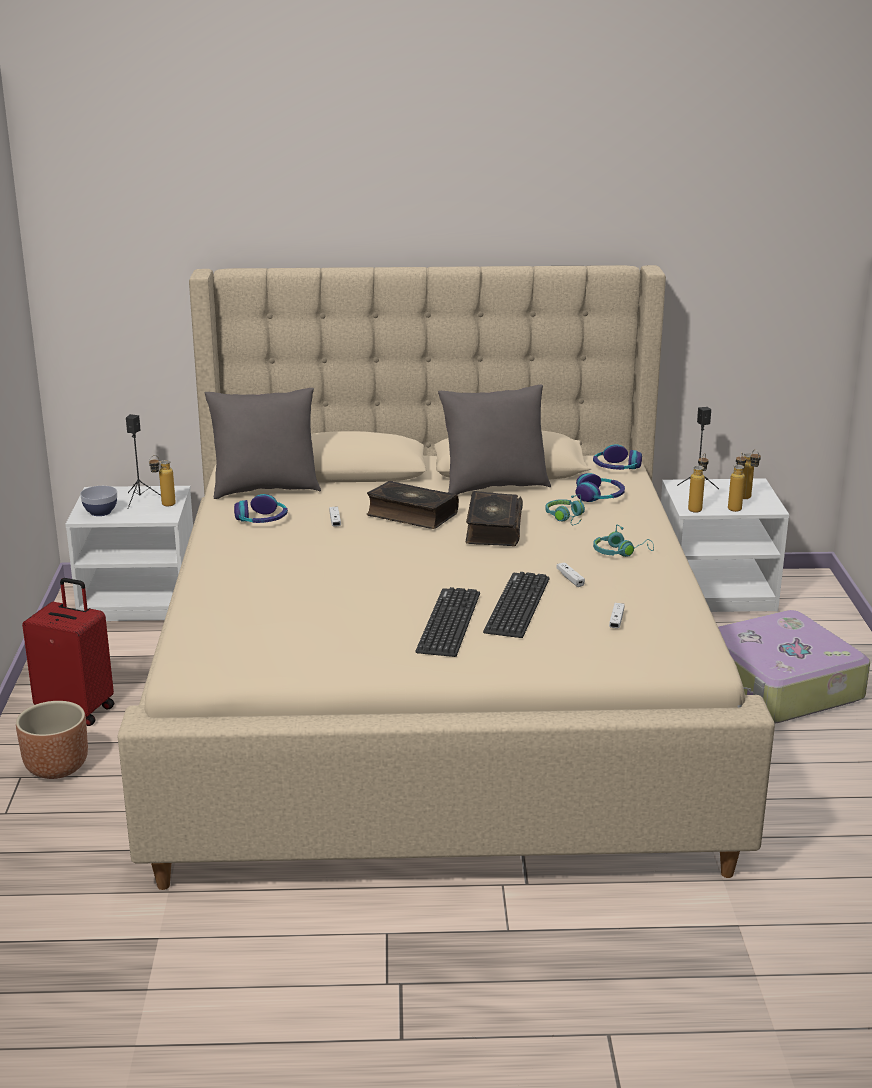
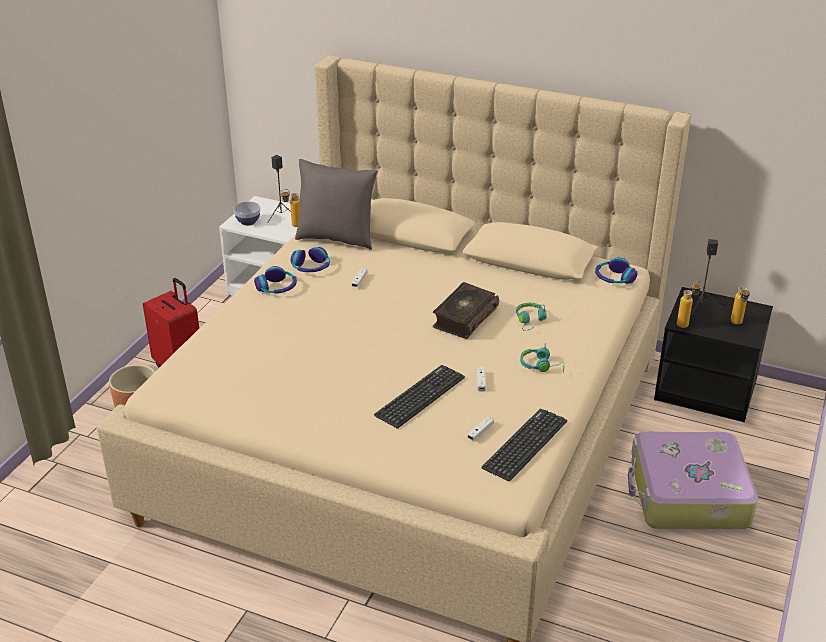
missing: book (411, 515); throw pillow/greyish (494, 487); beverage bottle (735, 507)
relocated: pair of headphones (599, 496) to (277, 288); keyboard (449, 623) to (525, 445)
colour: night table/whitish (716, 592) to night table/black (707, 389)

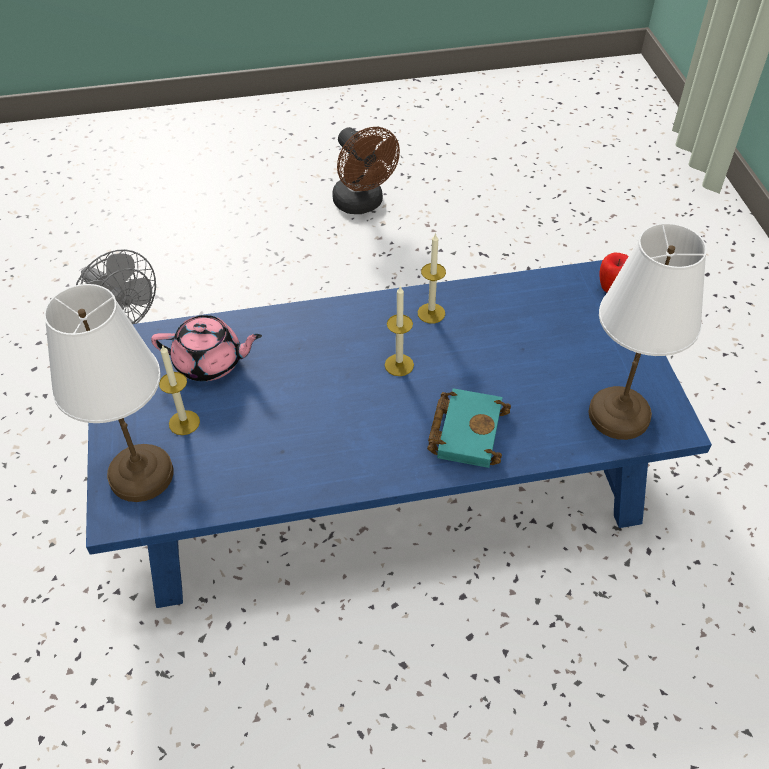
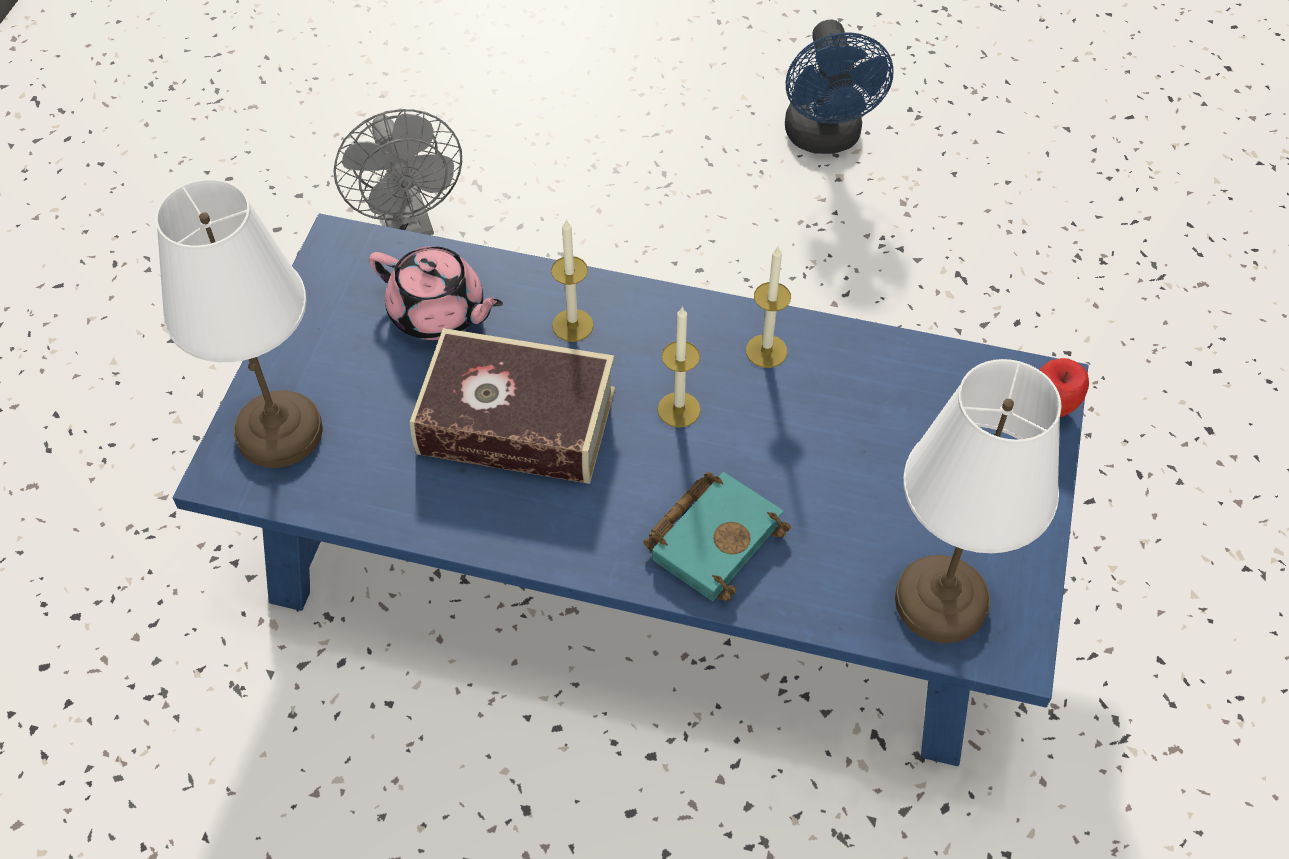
appeared: book (517, 422)
relocated: candle (184, 422) to (572, 325)
colour: electric fan/brown-coloured (362, 204) to electric fan/blue-coloured (825, 139)

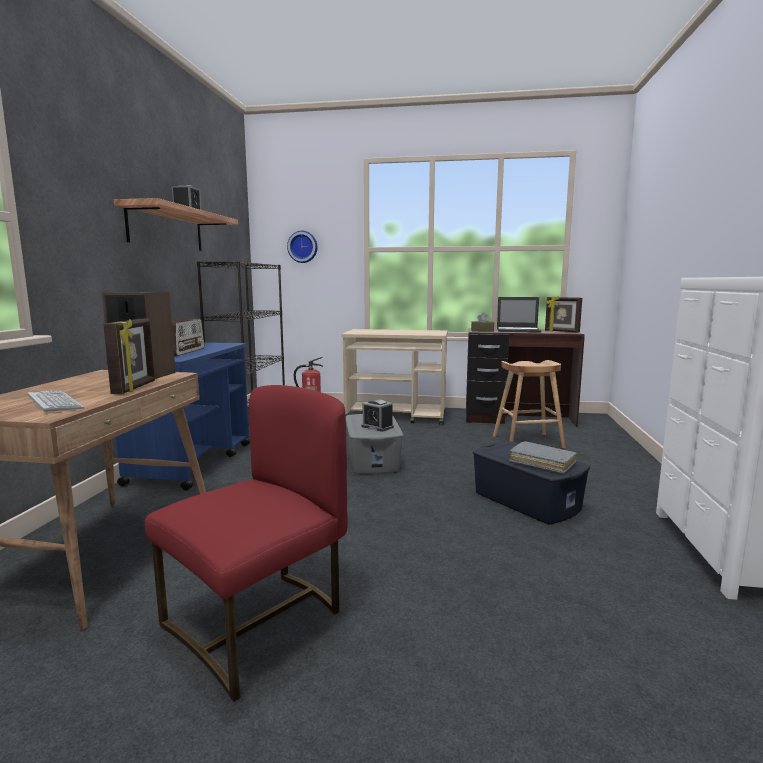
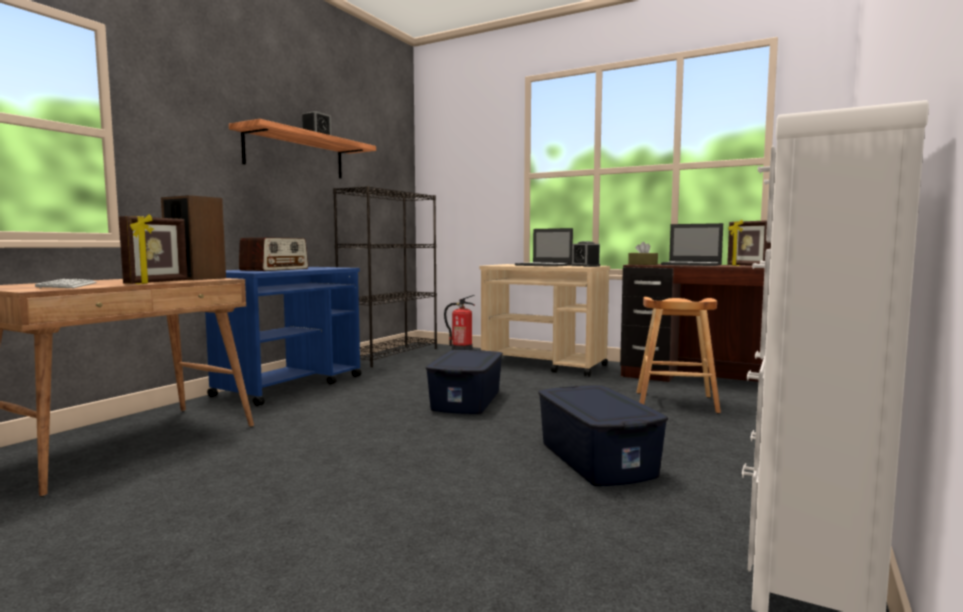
missing: upright chair/red (258, 623); clock on the wall (303, 247); book/greyish (542, 463)
appeared: laptop (544, 265)
relocated: alarm clock (377, 427) to (585, 266)
colour: storage box/greyish (373, 459) to storage box/blue-coloured (467, 400)

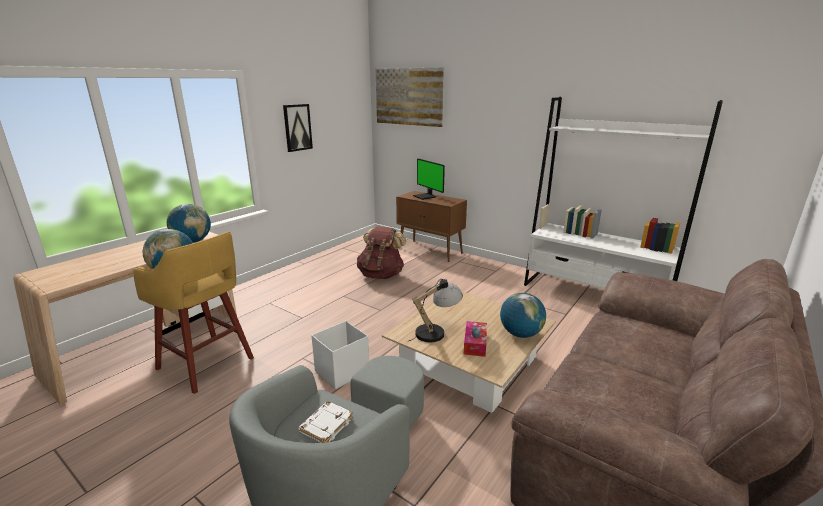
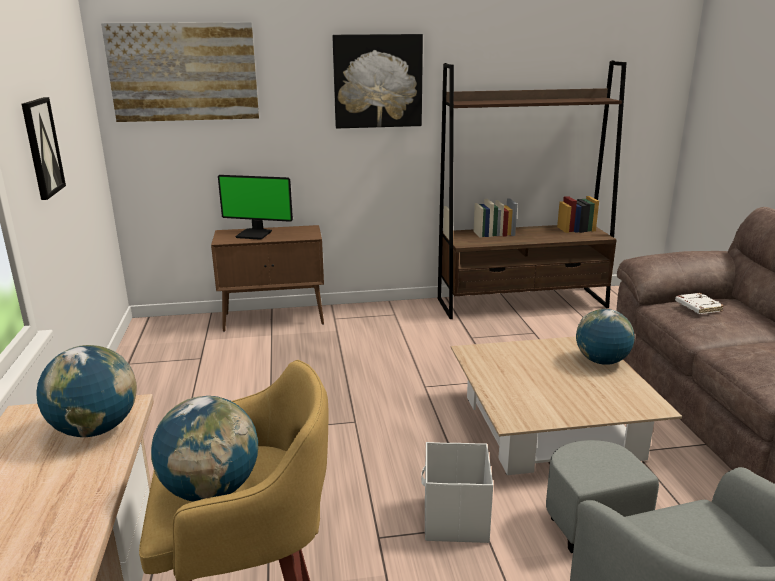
missing: backpack/brown-coloured (381, 275); lamp for a table (436, 332); box of tissues (475, 344)
appeared: wall art (377, 81)
relocated: book/whitish (326, 425) to (697, 306)
colour: shelving unit/whitish (594, 295) to shelving unit/brown-coloured (522, 303)

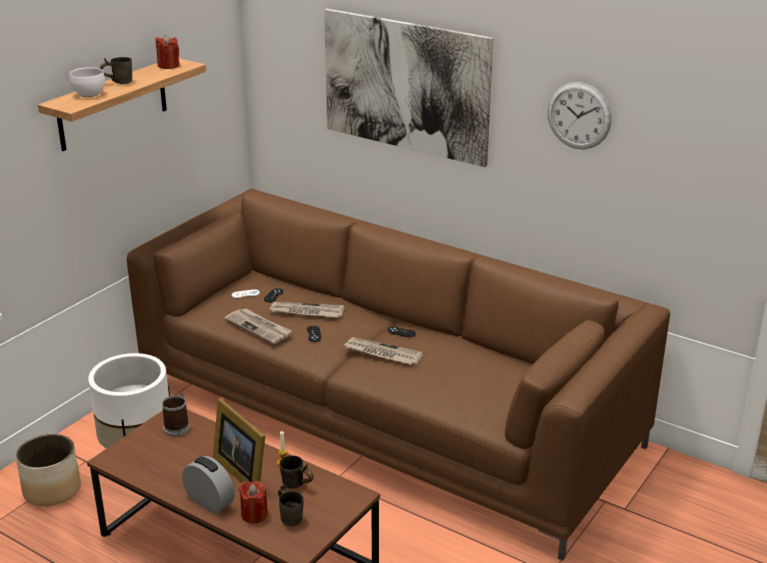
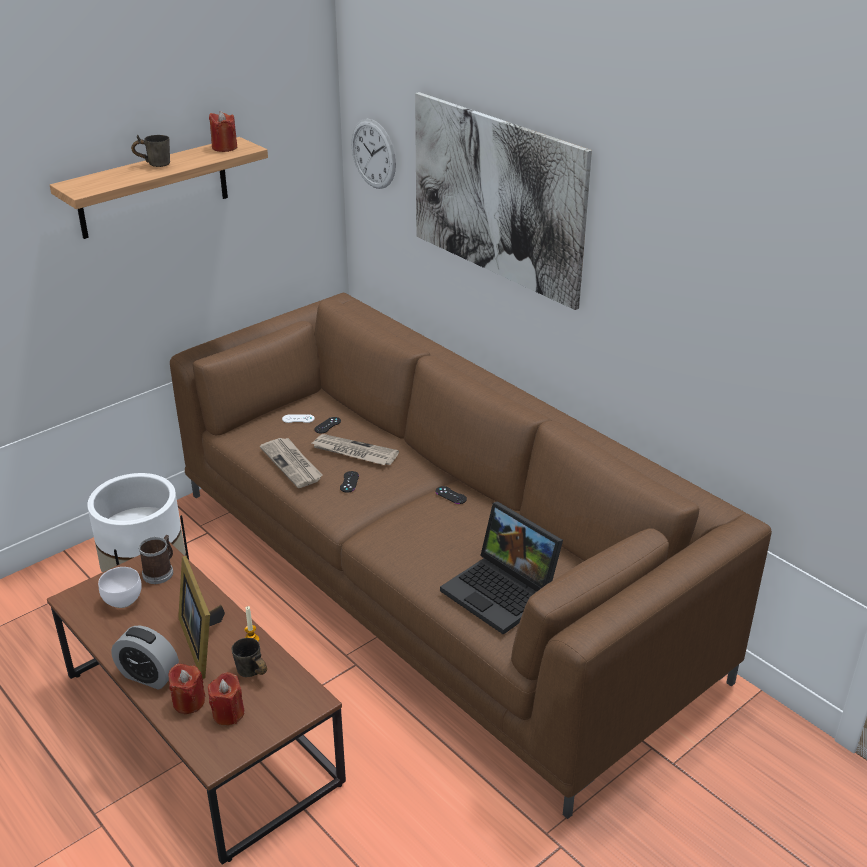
missing: planter (52, 489); printed paper (382, 353)
appeared: laptop (503, 593)
relocated: bowl/whitish (90, 94) to (124, 601); clock on the wall (579, 116) to (373, 154)
exchanged: tea mug/greyish (291, 516) to candle/red (228, 713)
spun: alarm clock (209, 502) = (148, 676) 150 degrees clockwise

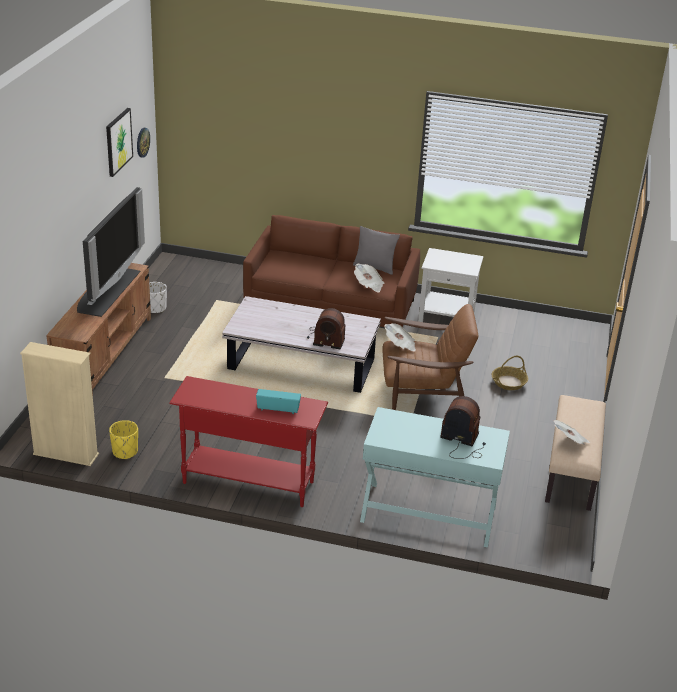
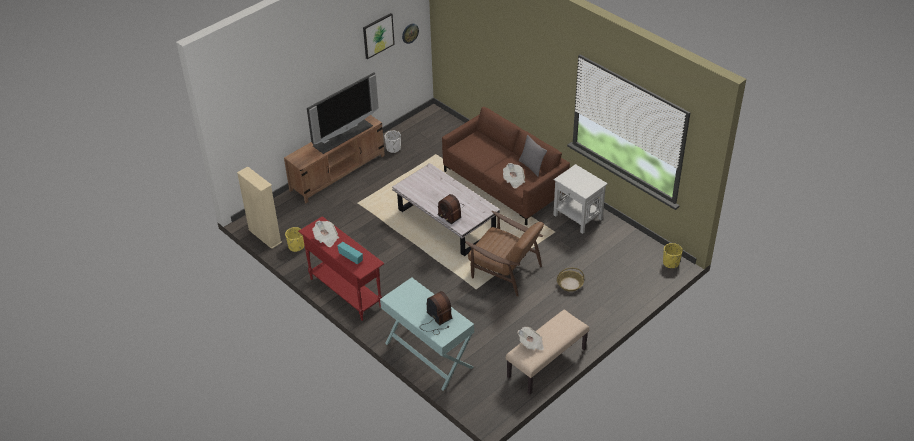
appeared: planter/yellowish (671, 263)
relocated: printed paper (400, 345) to (326, 238)

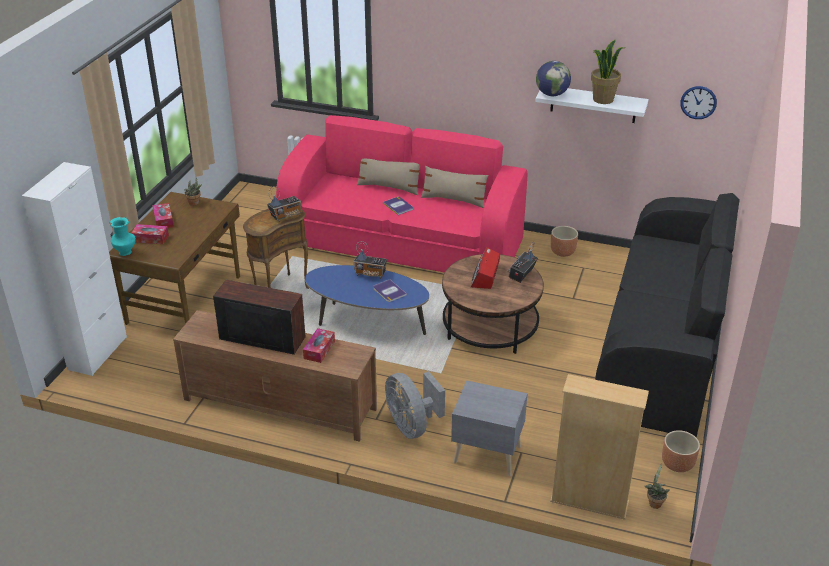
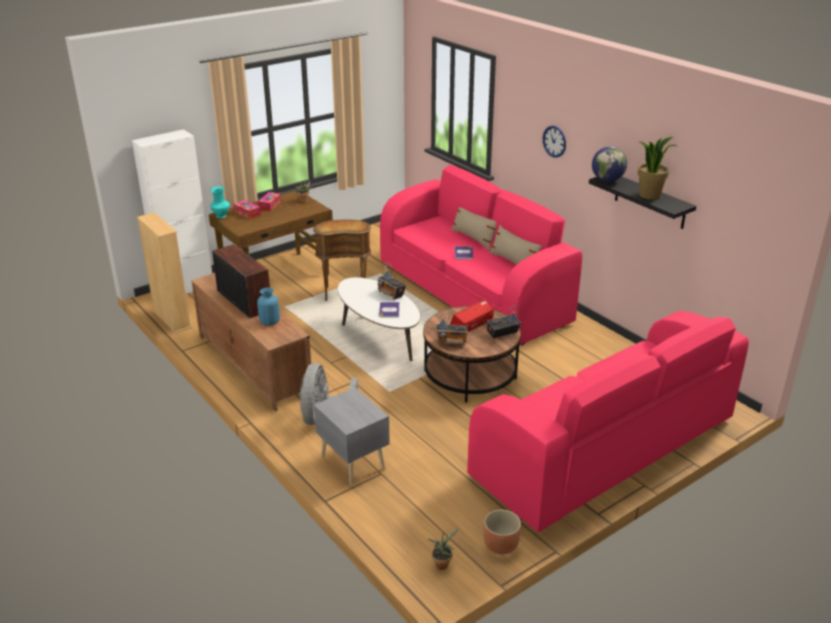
missing: planter/brown-coloured (563, 252)
relocated: shelving unit/beige (589, 502) to (172, 319); radio (286, 216) to (452, 342); clock on the wall (698, 102) to (554, 141)
exchanged: box of tissues (319, 350) to flower vase/blue-coloured (269, 322)
colour: lounge table/blue-coloured (367, 323) to lounge table/whitish (378, 336); settee/black (661, 345) to settee/pink-coloured (604, 449); bracket shelf/whitish (593, 104) to bracket shelf/black (650, 201)

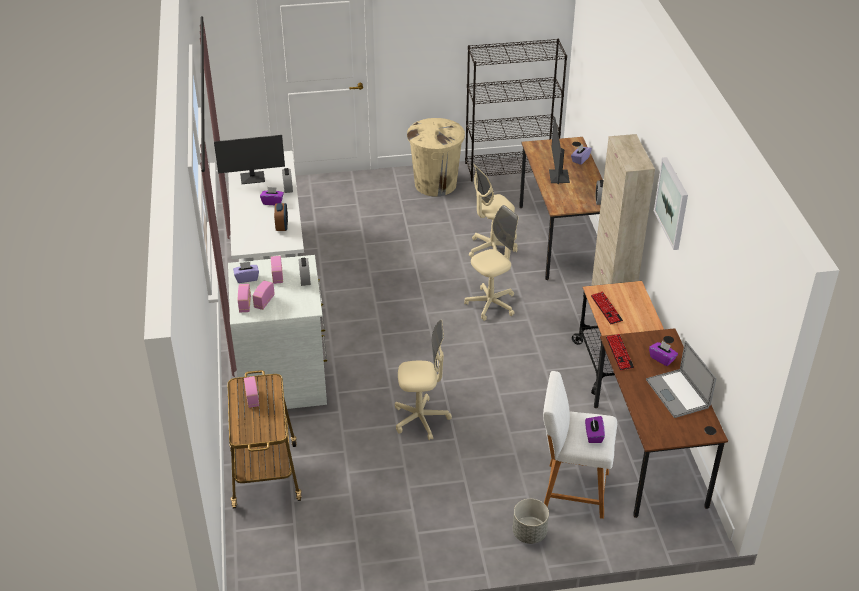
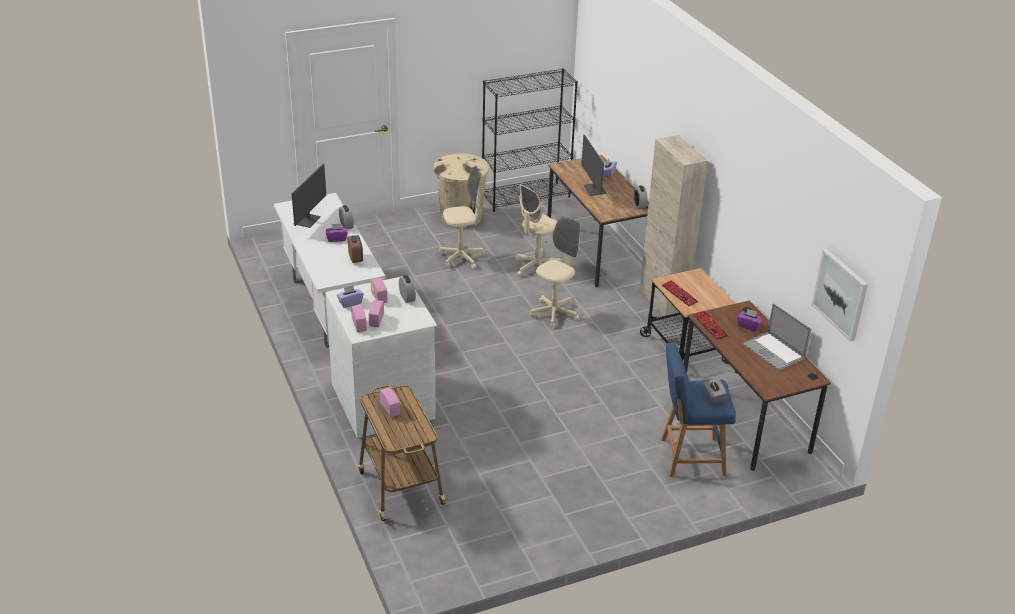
missing: planter/greyish (529, 533)
relocated: desk chair/beige (421, 419) to (461, 258); wall art (672, 203) to (840, 294)
colour: sitting stool/whitish (571, 490) to sitting stool/blue-coloured (688, 457); box of tissues/purple (593, 435) to box of tissues/greyish (713, 396)
spun: computer screen (252, 178) = (307, 220) 45 degrees counterclockwise

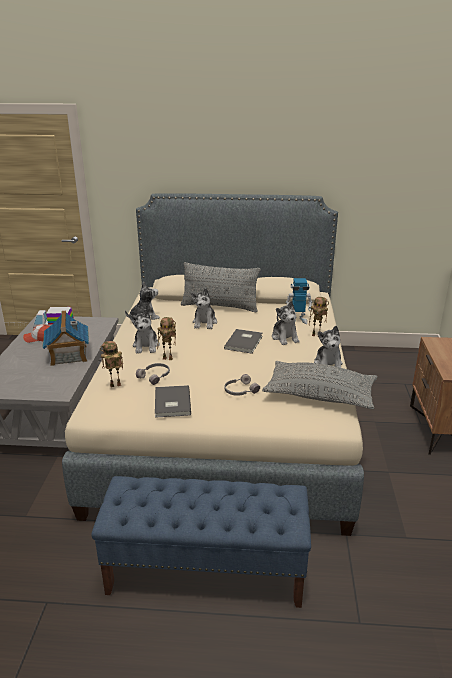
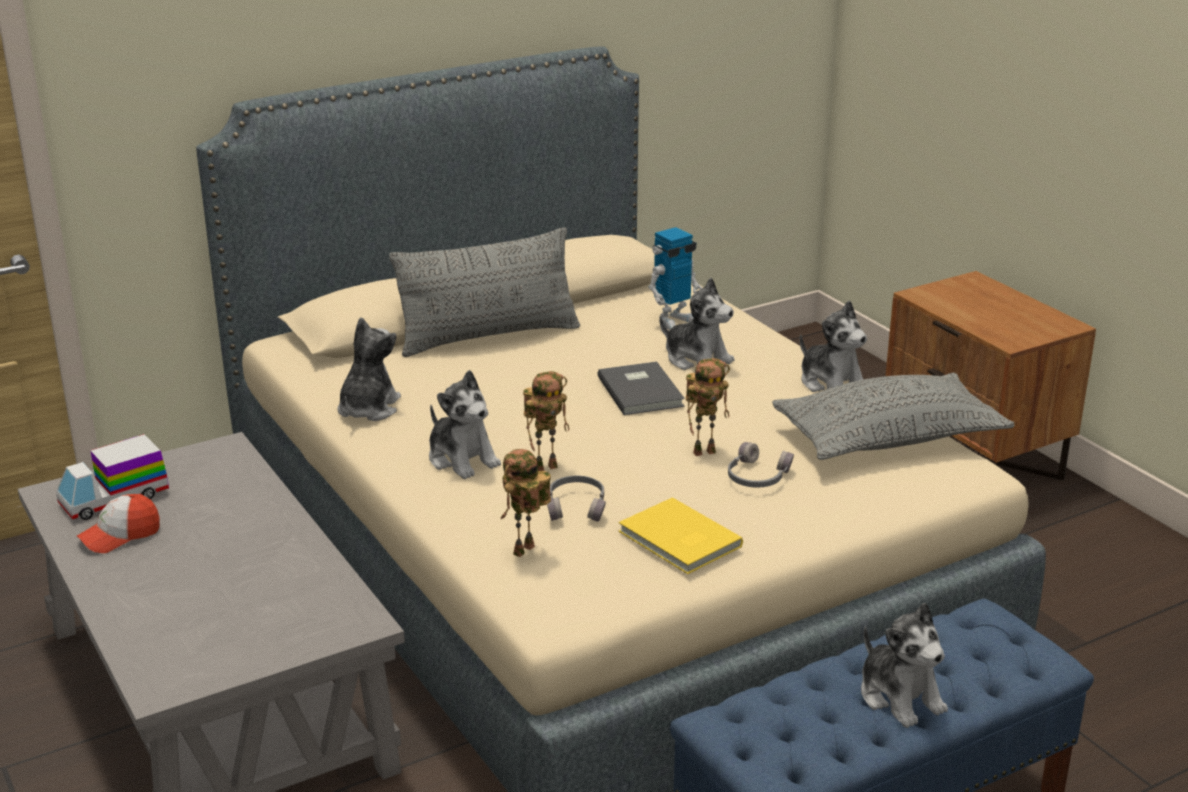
missing: model house (68, 355)
relocated: robot figure (317, 335) to (705, 451); plush toy (205, 323) to (900, 697)
colour: book/greyish (171, 403) to book/yellowish (679, 540)

